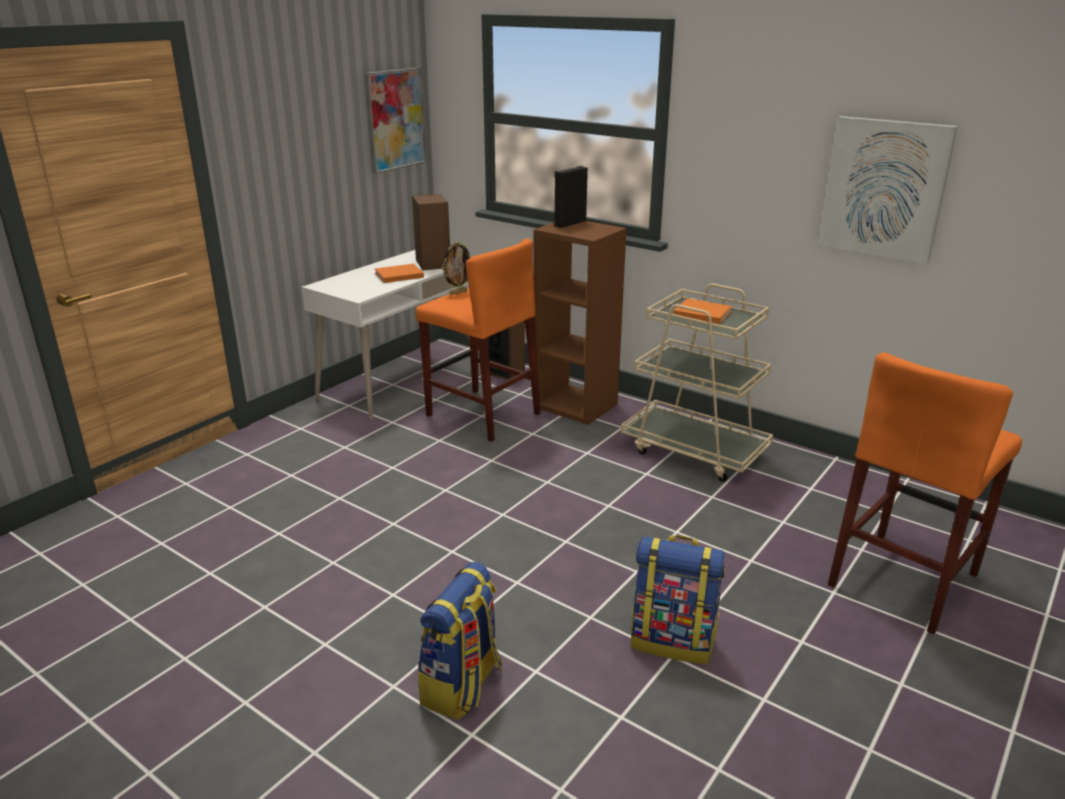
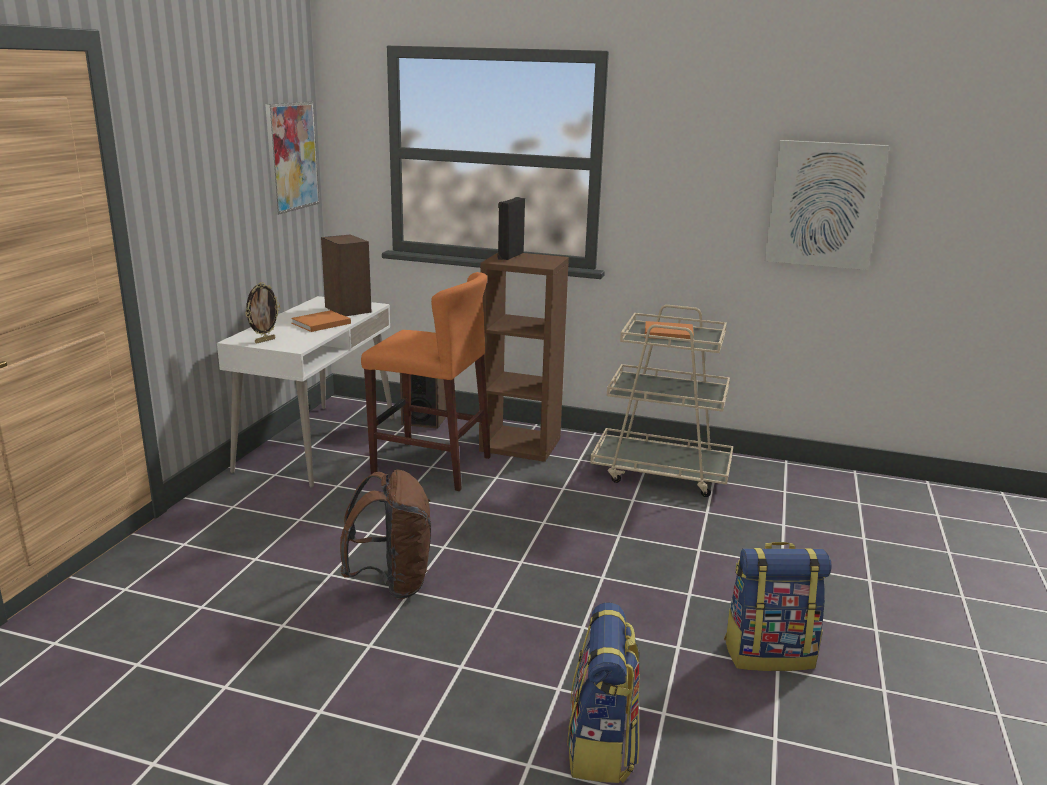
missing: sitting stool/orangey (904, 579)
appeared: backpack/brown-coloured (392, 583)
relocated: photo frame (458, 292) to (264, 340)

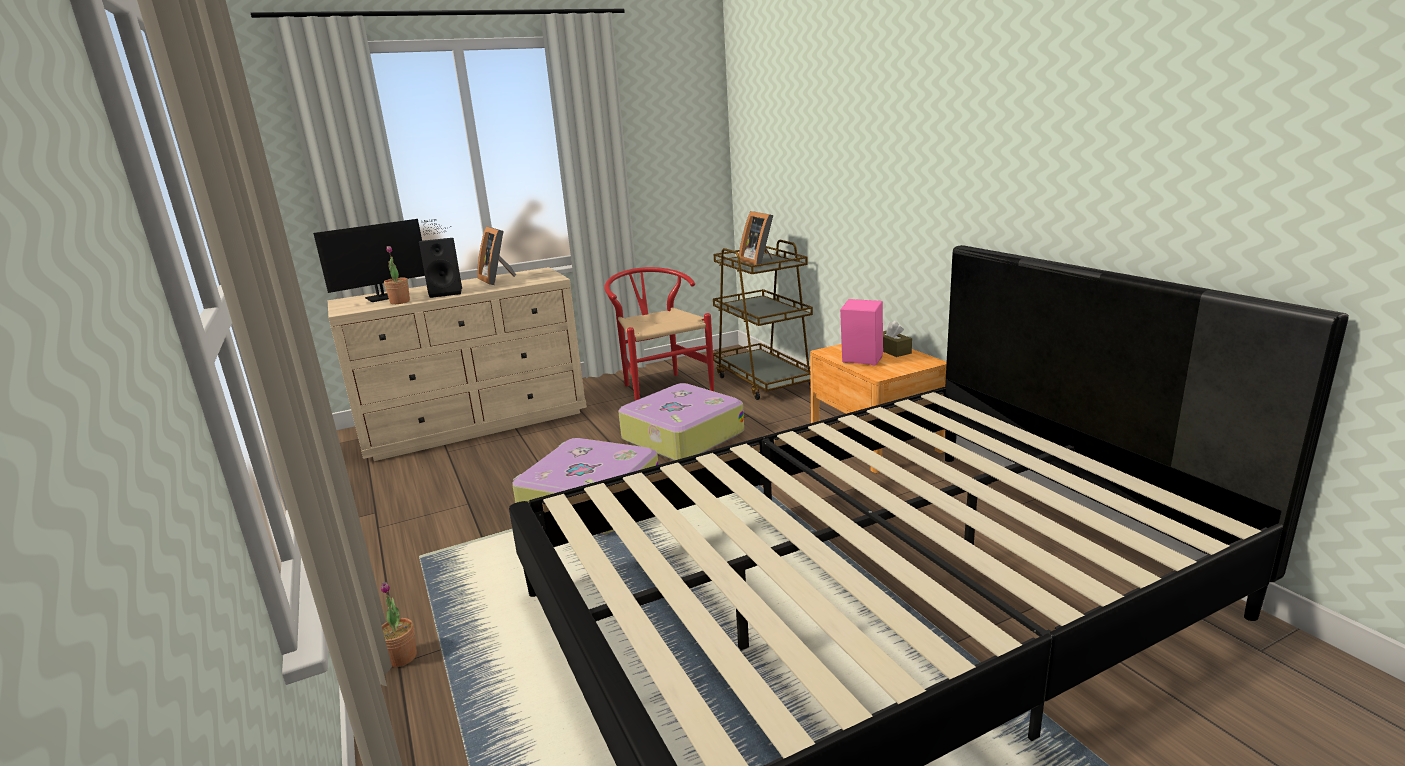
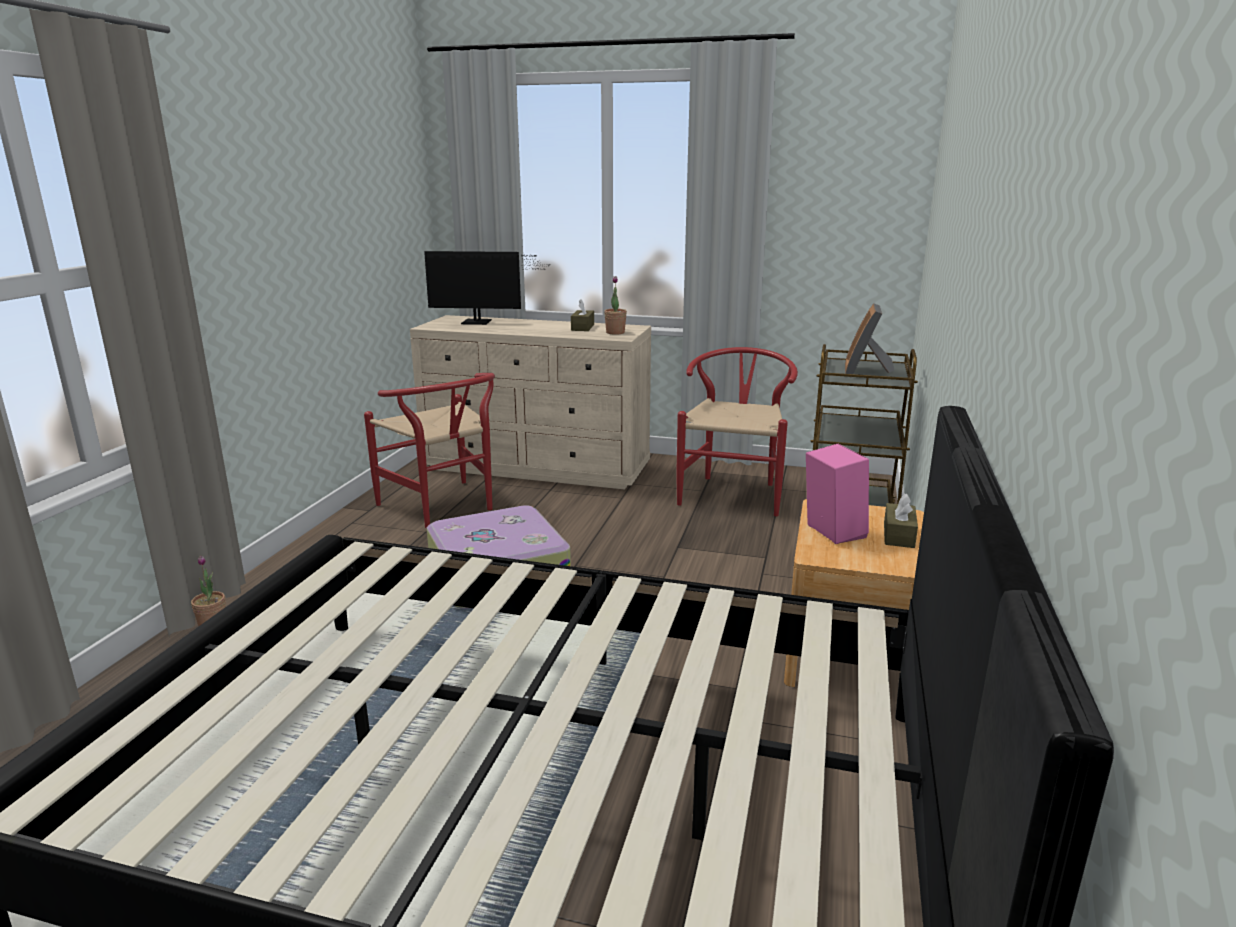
missing: loudspeaker/black (447, 292); suitcase (681, 436)
appeared: upright chair/red (444, 508)
relocated: potted plant (400, 302) to (615, 332)
exchanged: photo frame (498, 280) to box of tissues/brown-coloured (582, 327)

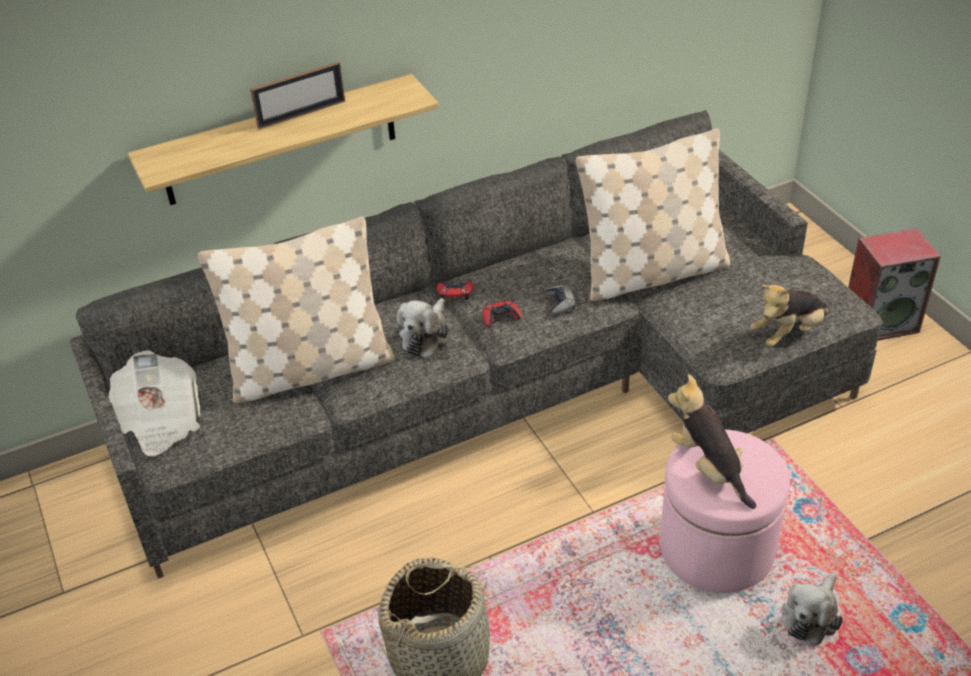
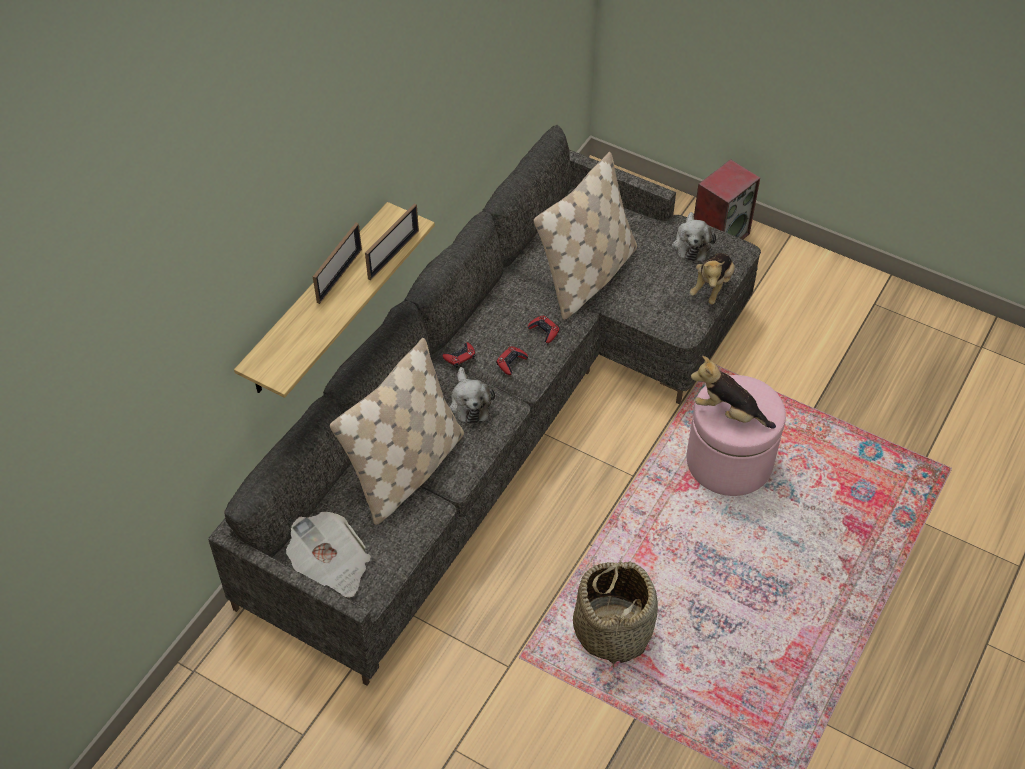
appeared: photo frame (393, 254)
relocated: plush toy (811, 616) to (691, 244)
colour: game controller/greyish (560, 302) to game controller/red (544, 331)

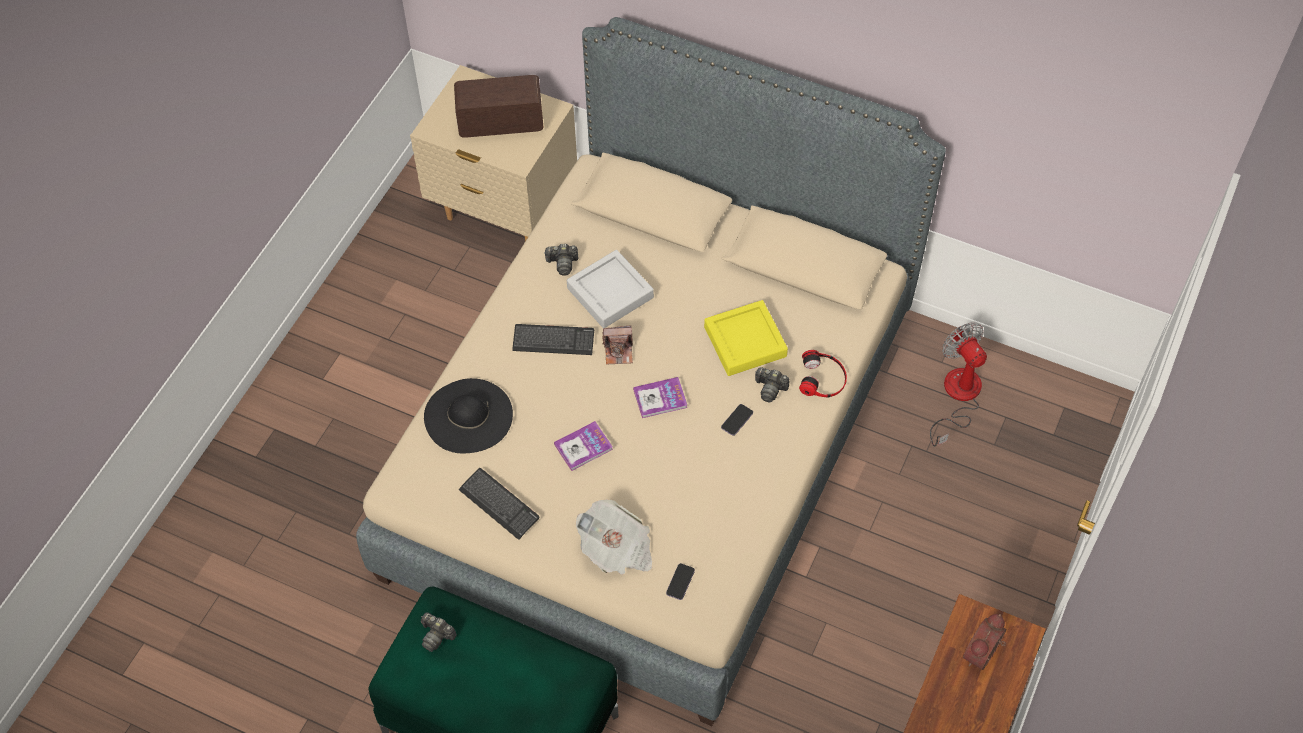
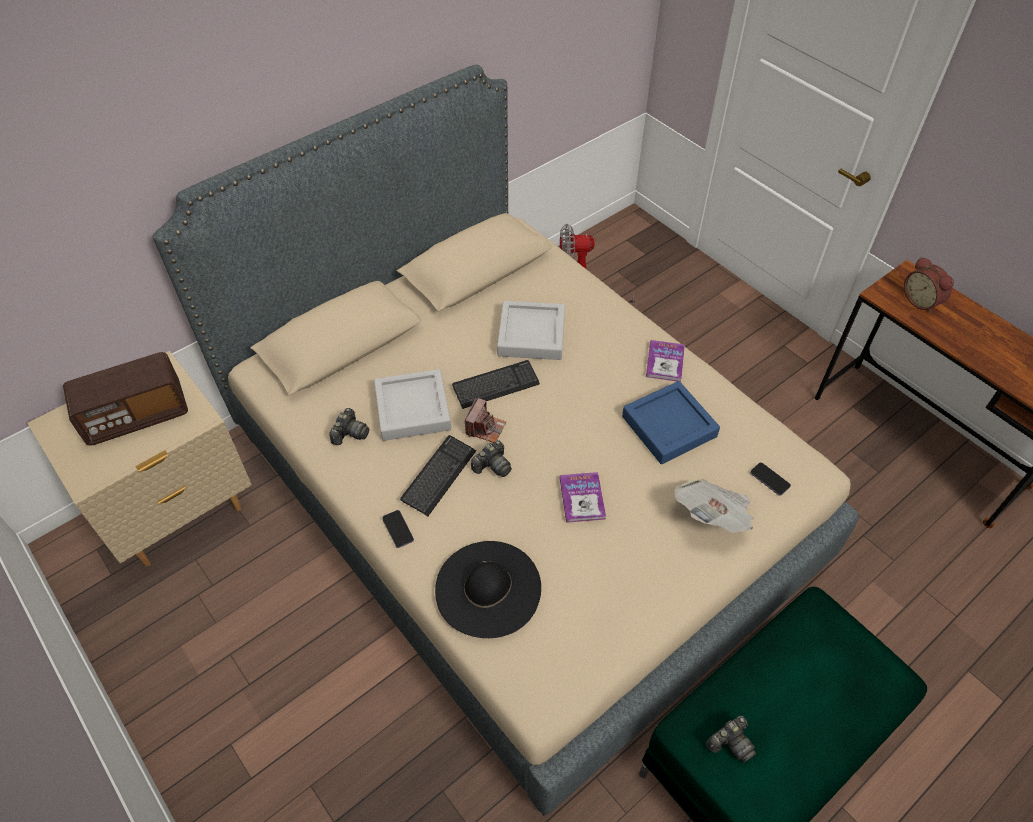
missing: pair of headphones (823, 378)
appeared: carrying tray/blue-coloured (669, 426)
relocated: telephone (737, 420) to (398, 529); keyboard (499, 504) to (495, 385); photo camera (770, 389) to (492, 466); book (660, 398) to (665, 362)
colour: carrying tray/yellowish (745, 342) to carrying tray/greyish (531, 335)
spun: radio (500, 123) = (136, 416) 135 degrees counterclockwise

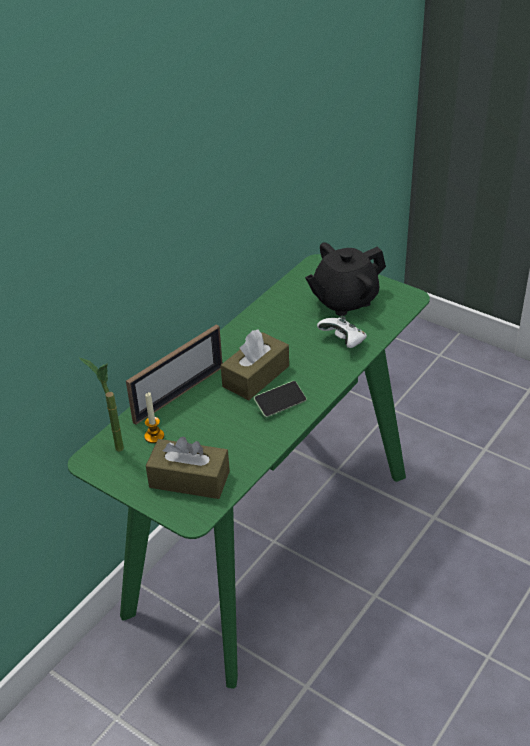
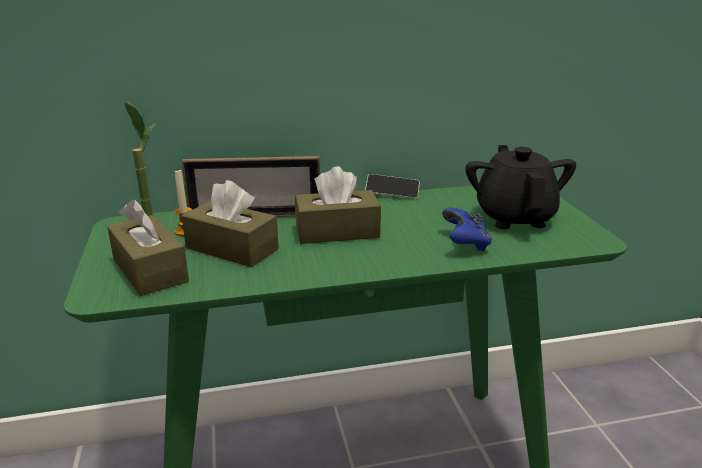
appeared: box of tissues/brown-coloured (232, 248)
relocated: telephone (280, 404) to (392, 193)
colour: game controller/whitish (343, 341) to game controller/blue-coloured (465, 243)
spun: tea pot/black (344, 300) = (514, 217) 75 degrees clockwise

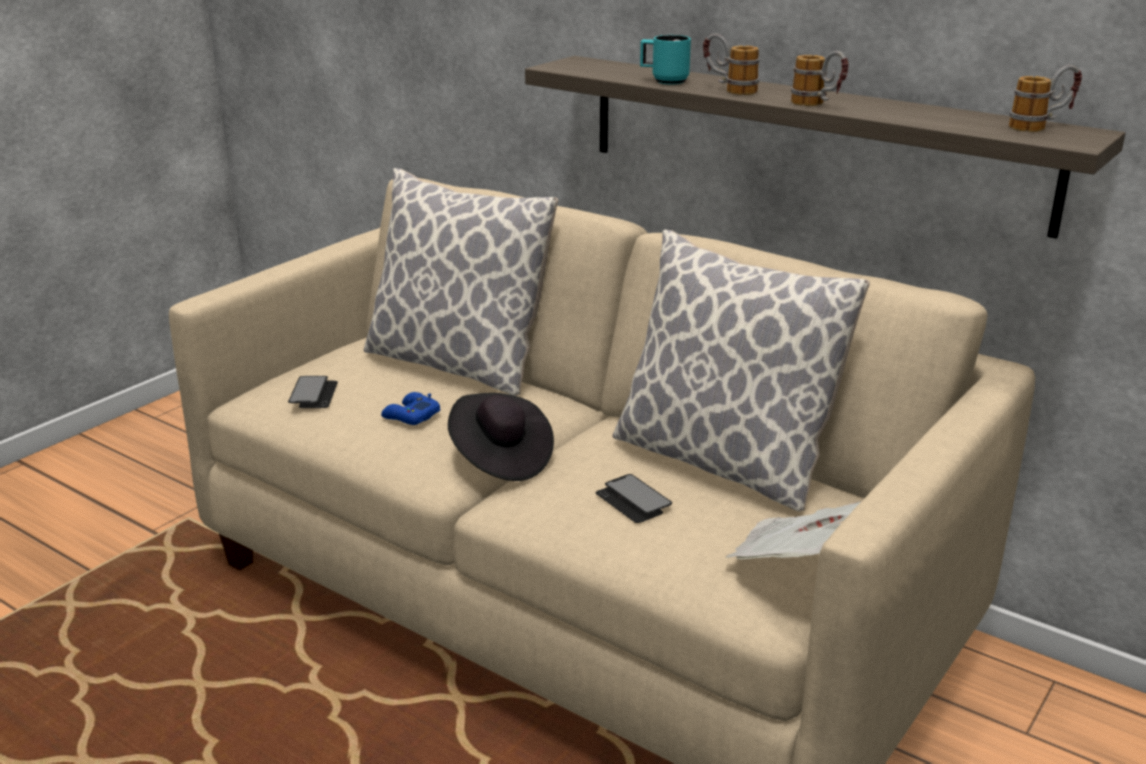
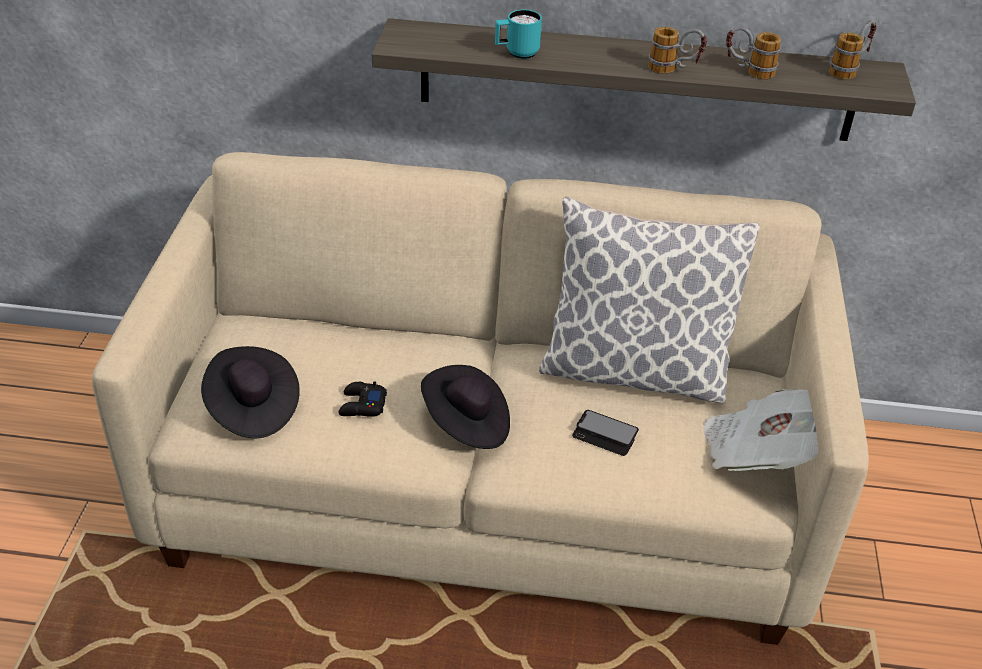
missing: throw pillow (457, 364)
relocated: tea mug (728, 90) to (748, 72)
exchanged: telephone (313, 394) to clothing hat/black (252, 408)
colour: game controller/blue-coloured (410, 416) to game controller/black (362, 405)

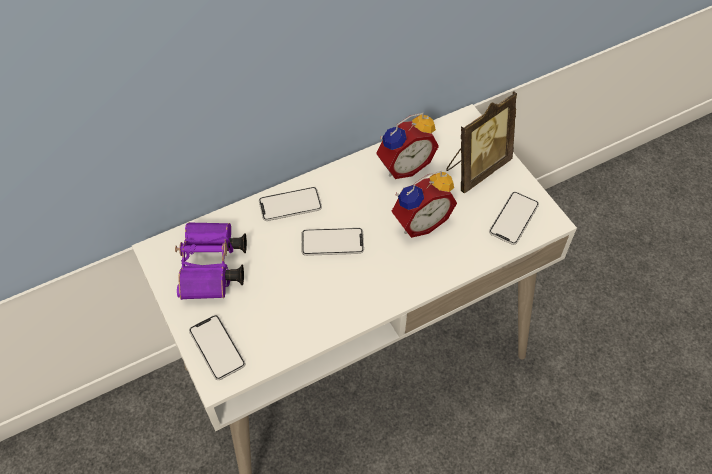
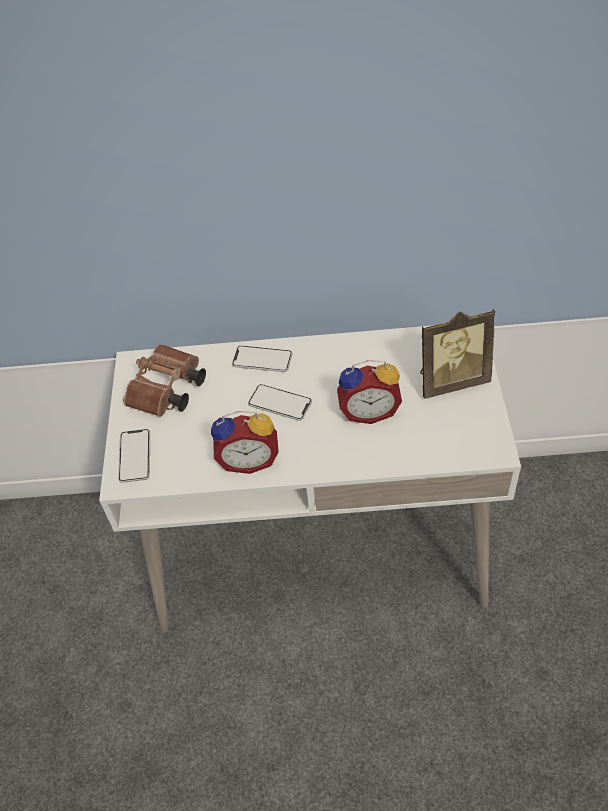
missing: telephone (513, 219)
relocated: alarm clock (403, 165) to (249, 459)
colour: binoculars/purple (212, 270) to binoculars/brown-coloured (167, 392)

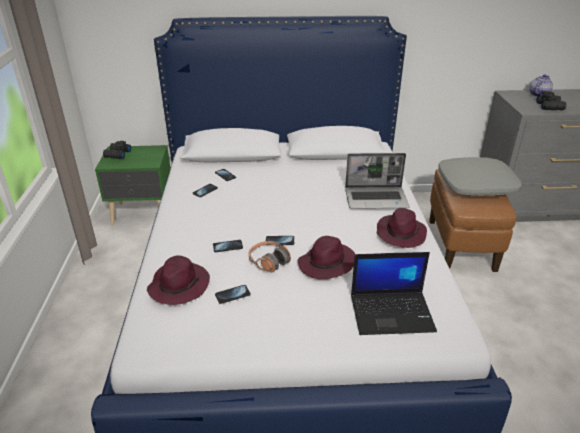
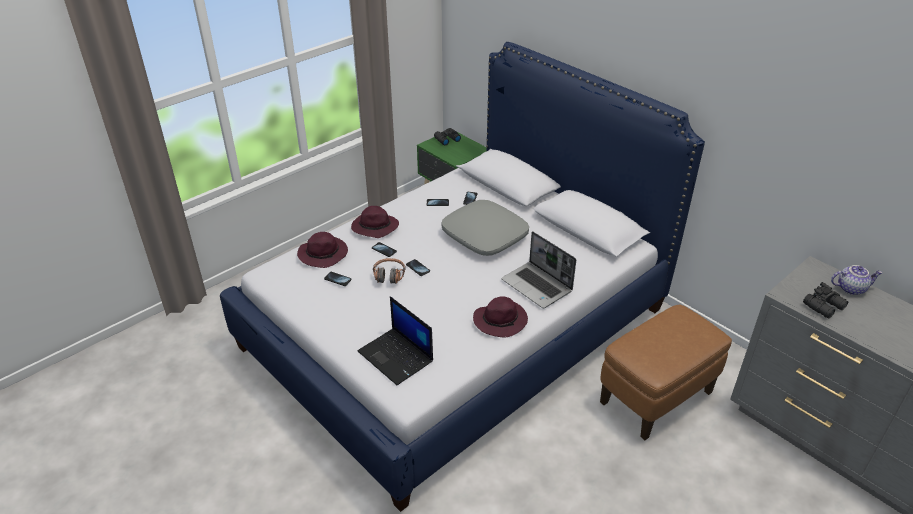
relocated: clothing hat/purple (326, 264) to (374, 228); throw pillow/greyish (476, 185) to (485, 235)

